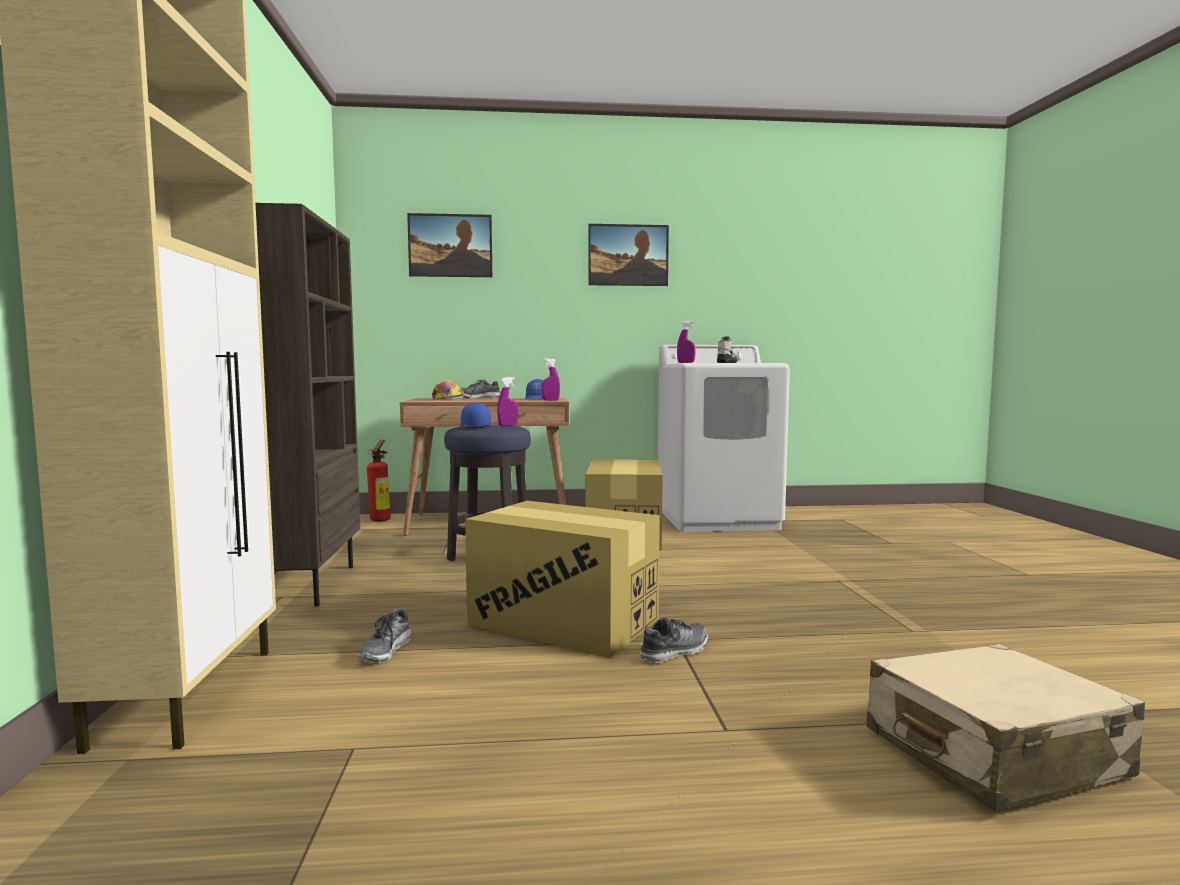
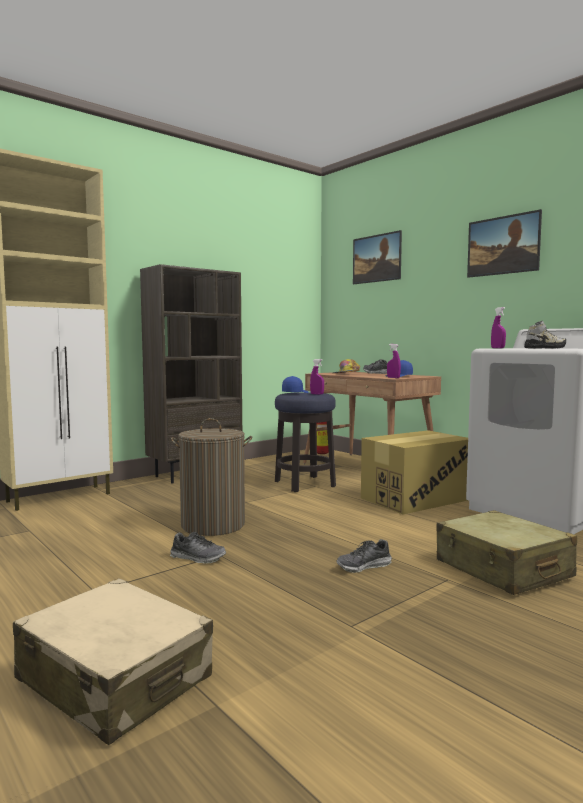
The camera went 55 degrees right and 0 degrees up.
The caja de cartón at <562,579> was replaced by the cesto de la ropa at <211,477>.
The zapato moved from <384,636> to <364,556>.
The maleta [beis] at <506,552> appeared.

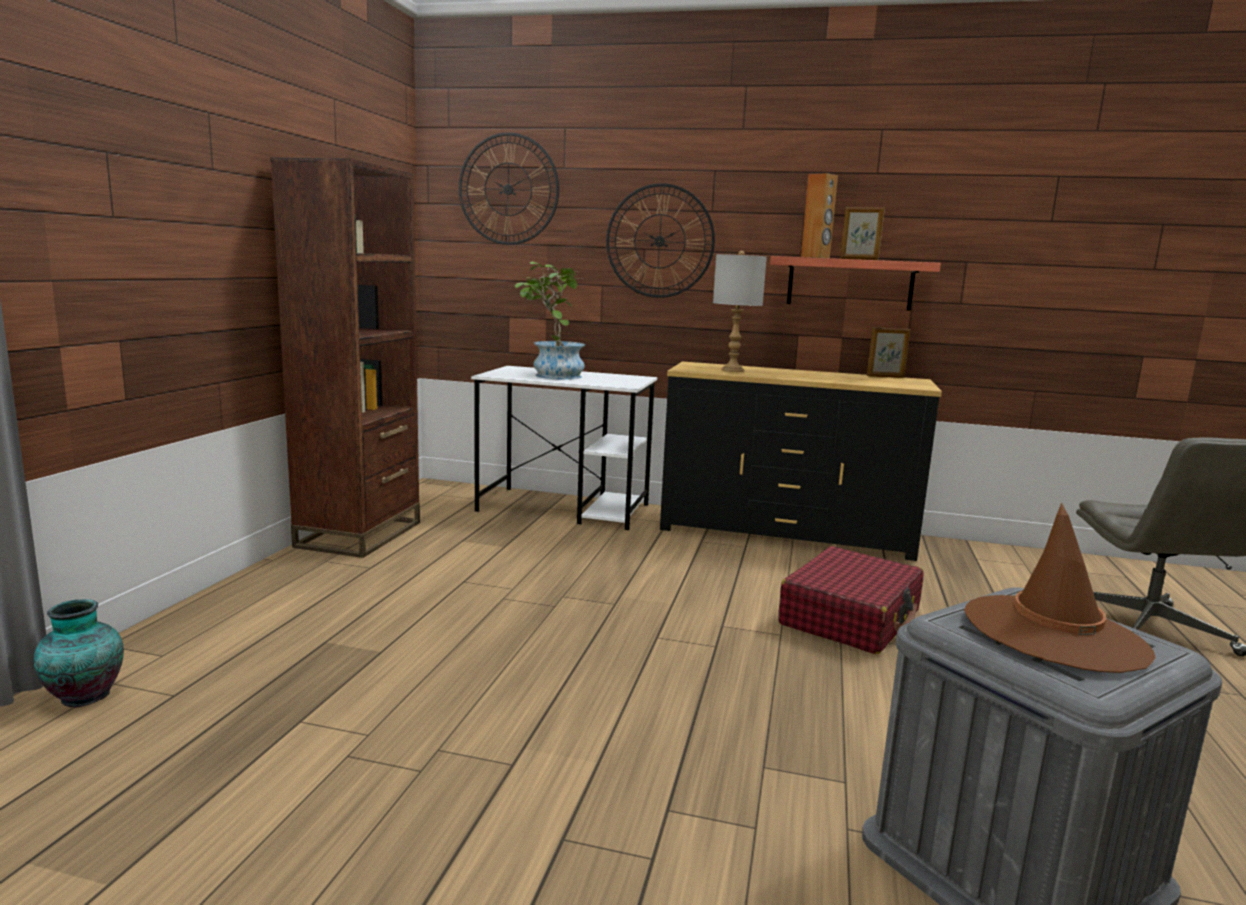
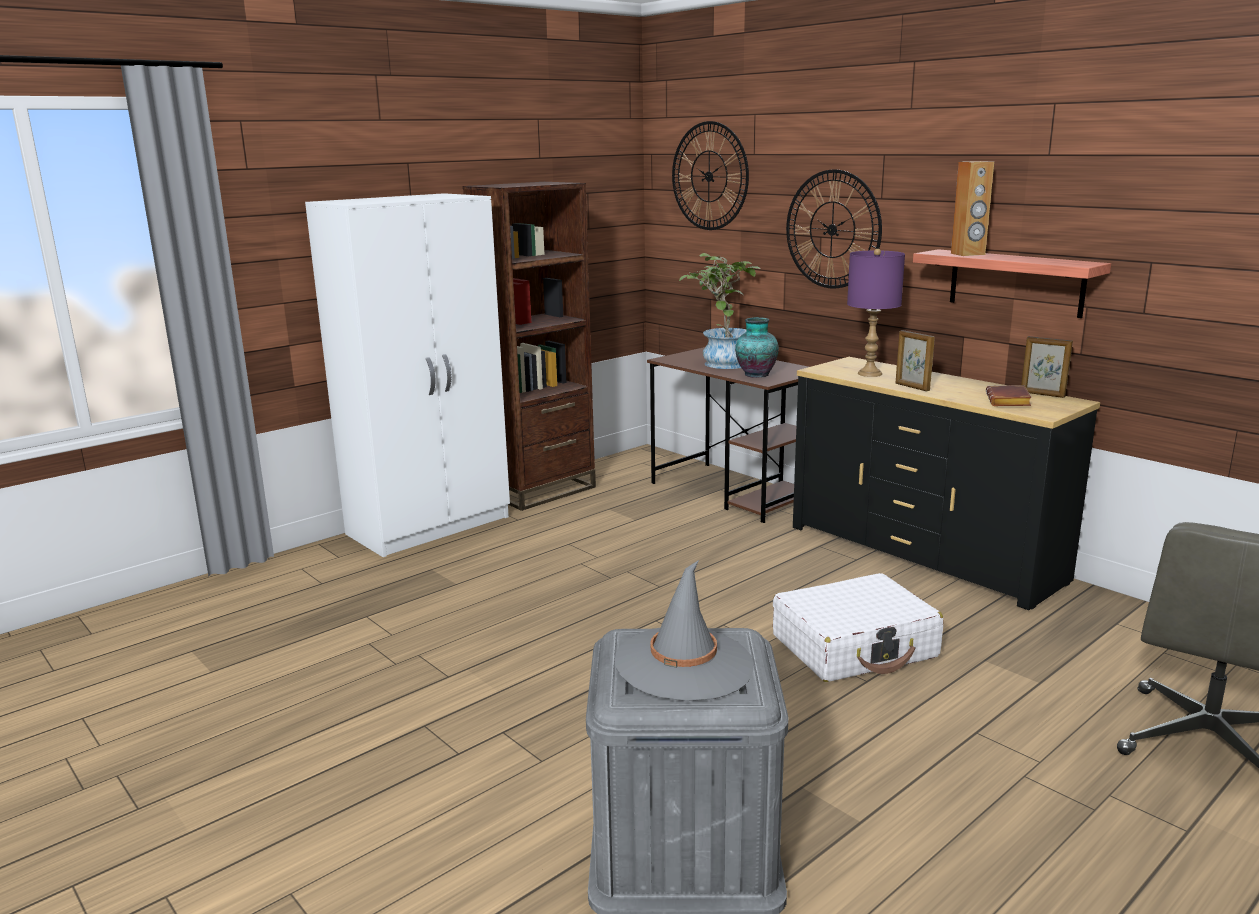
The camera went 35 degrees right and 5 degrees up.
The armario ropero [blanco] at <407,375> appeared.
The sombrero [marrón] at <1060,588> became the sombrero [gris] at <684,630>.
The escritorio [blanco] at <564,448> became the escritorio [marrón] at <727,435>.
The florero moved from <79,653> to <757,347>.
The maleta [rojo] at <850,600> became the maleta [blanco] at <858,627>.
The lámpara de mesa [gris] at <740,311> became the lámpara de mesa [morado] at <876,313>.
The portarretratos moved from <862,233> to <915,360>.
The libro [marrón] at <1009,395> appeared.

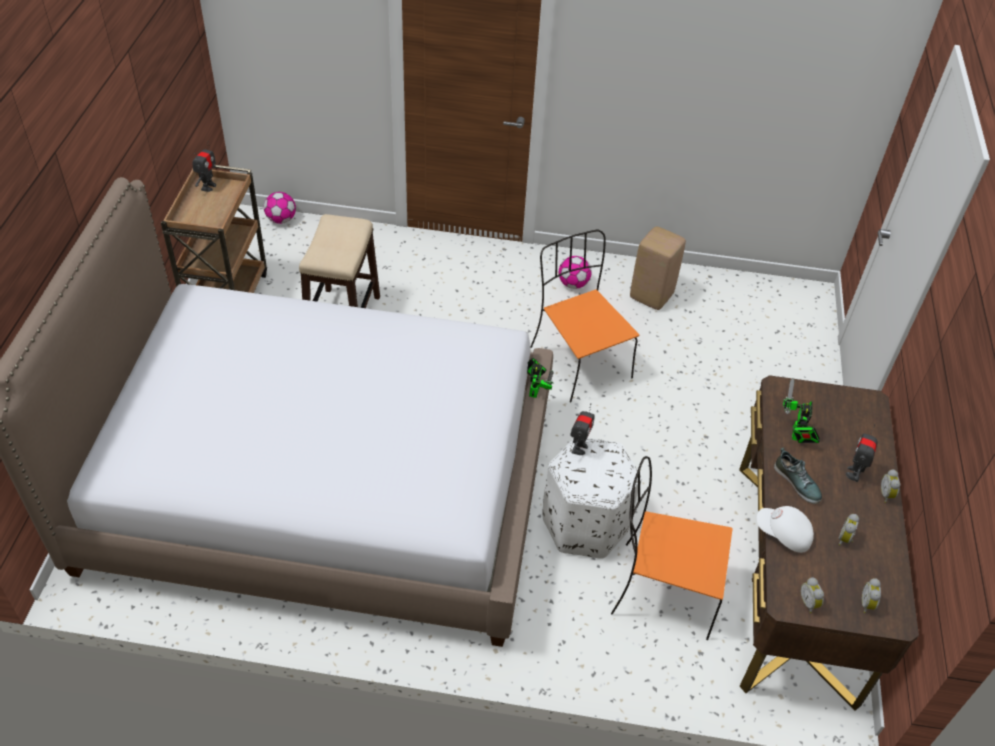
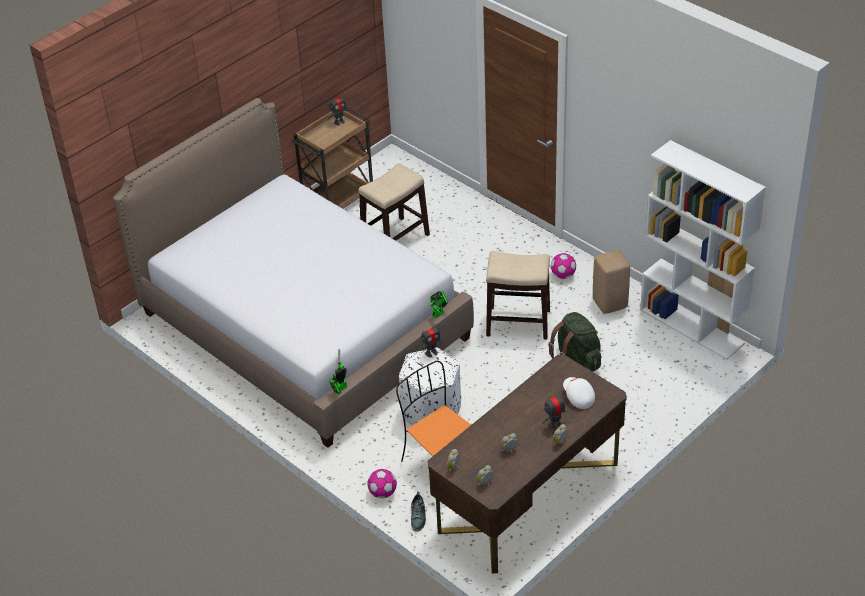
The camera went 40 degrees right and 5 degrees down.
The robot de juguete moved from <801,410> to <338,371>.
The balón de fútbol moved from <280,208> to <382,483>.
The zapato moved from <798,476> to <418,511>.
The silla [naranja] at <584,316> was replaced by the taburete at <518,295>.
The mochila [verde] at <574,342> appeared.
The gorra [blanco] moved from <785,529> to <579,393>.
The estantería [blanco] at <703,250> appeared.

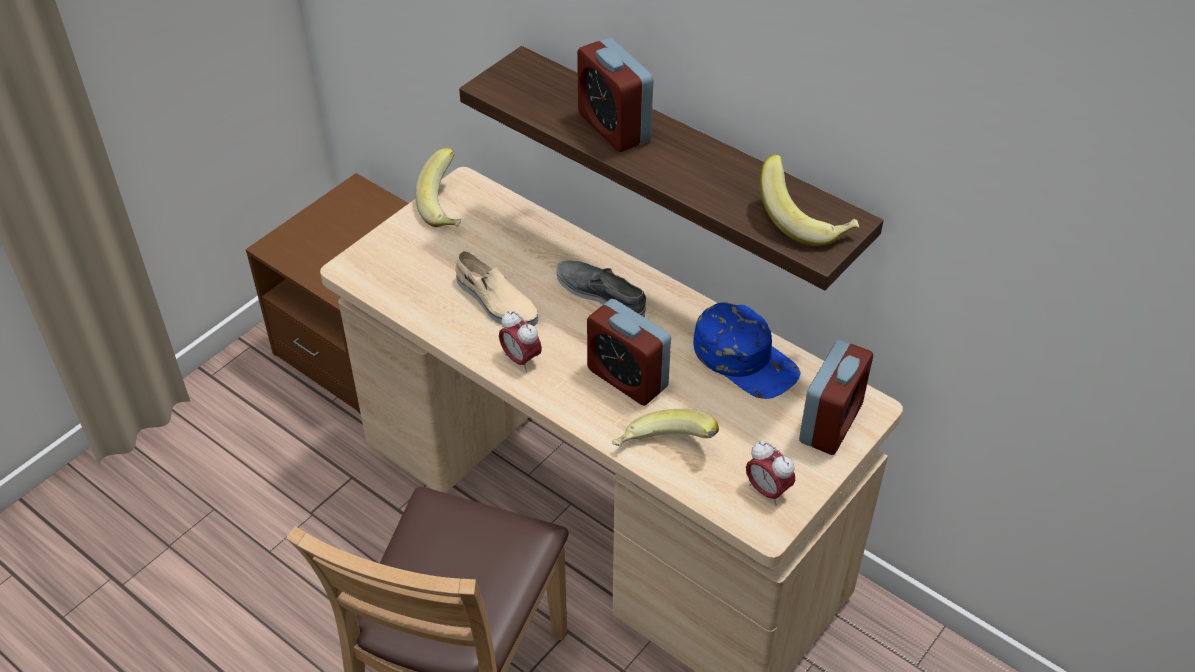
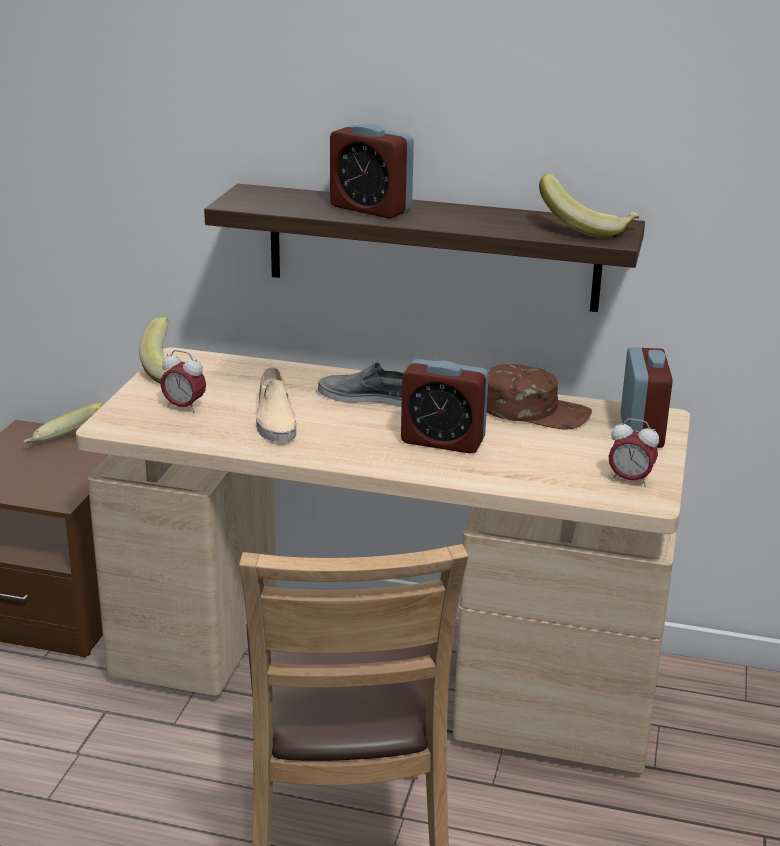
The camera went 25 degrees left and 20 degrees down.
The plátano moved from <665,427> to <63,423>.
The despertador moved from <520,341> to <183,381>.
The zapato [beis] at <496,288> turned 60 degrees clockwise.
The gorra [azul] at <747,350> became the gorra [marrón] at <539,397>.

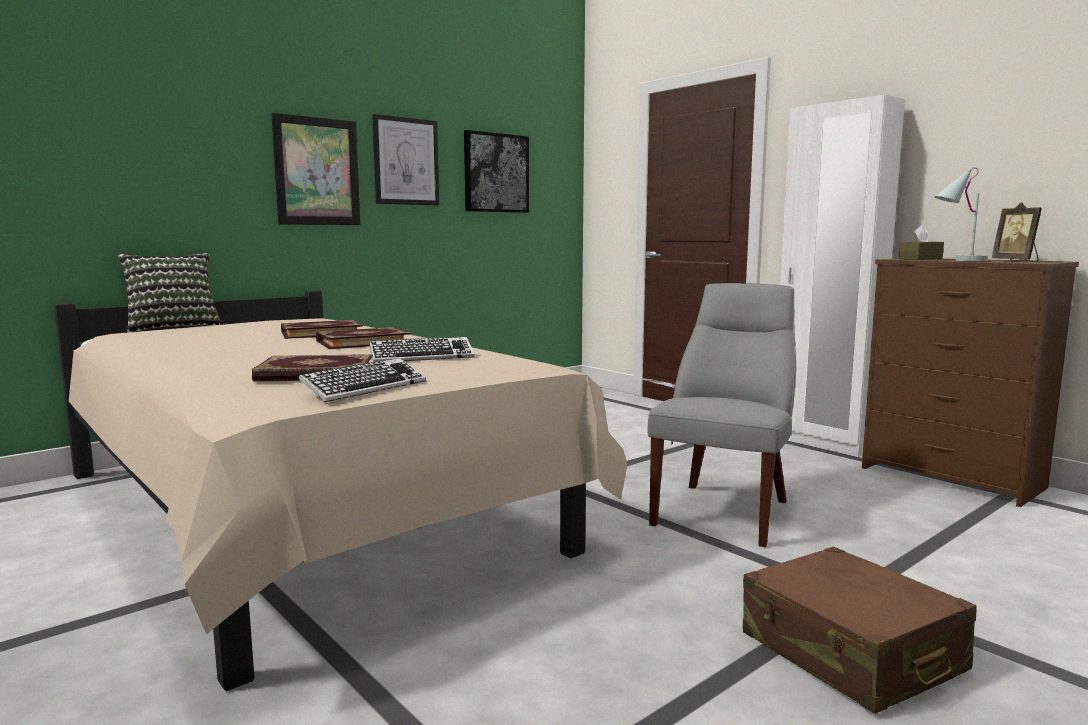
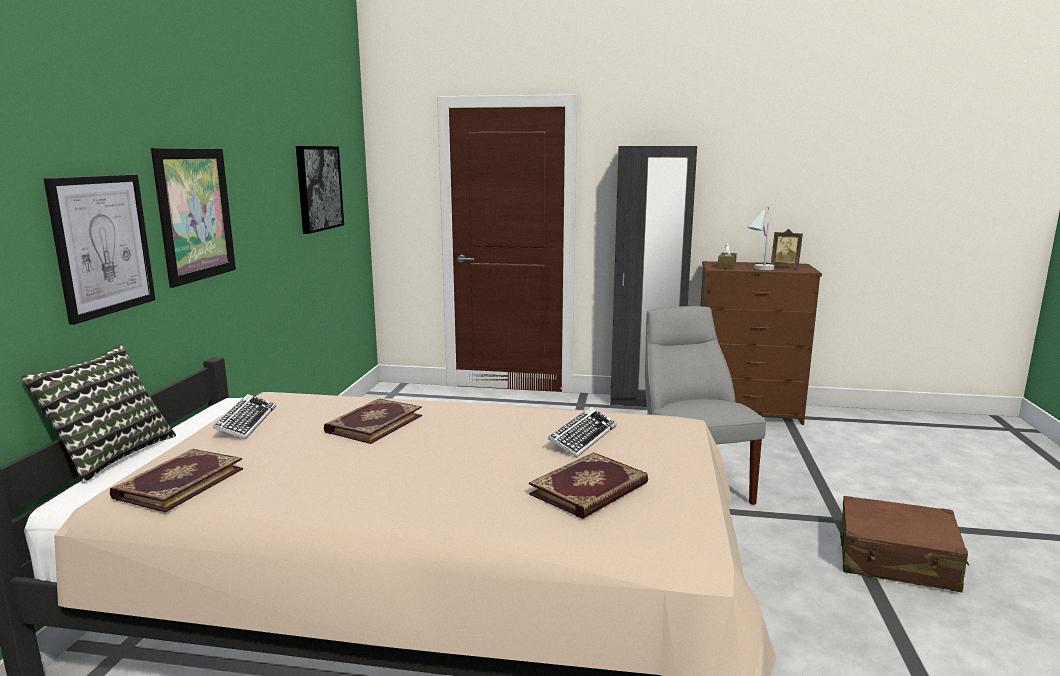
The camera went 40 degrees left and 5 degrees up.
The cuadro moved from <405,159> to <99,249>.
The libro moved from <363,338> to <176,481>.
The teclado moved from <362,380> to <244,416>.
The armario ropero [blanco] at <842,276> became the armario ropero [negro] at <653,276>.

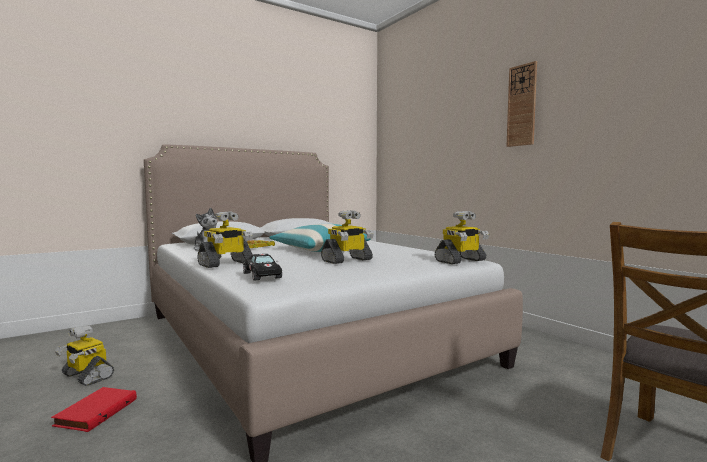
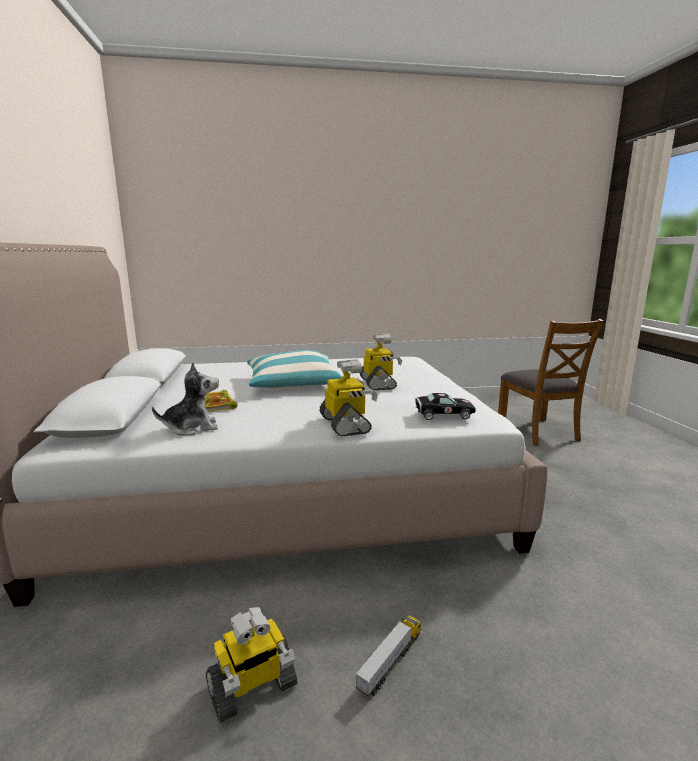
The camera went 65 degrees left and 10 degrees up.
The libro [rojo] at <94,409> was replaced by the camión de juguete at <388,656>.
The robot de juguete at <462,237> disappeared.
The reloj de pared at <521,104> disappeared.

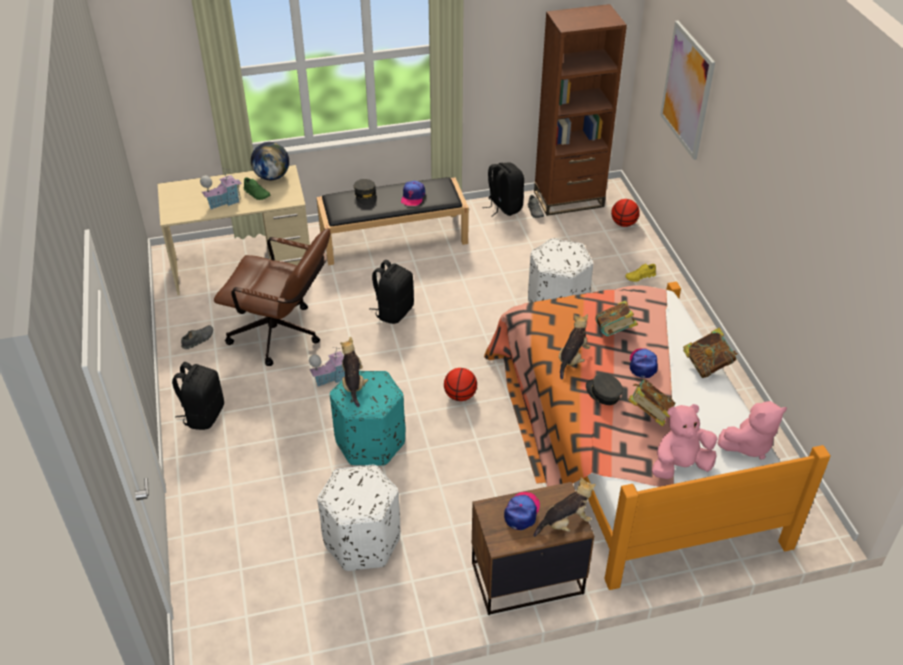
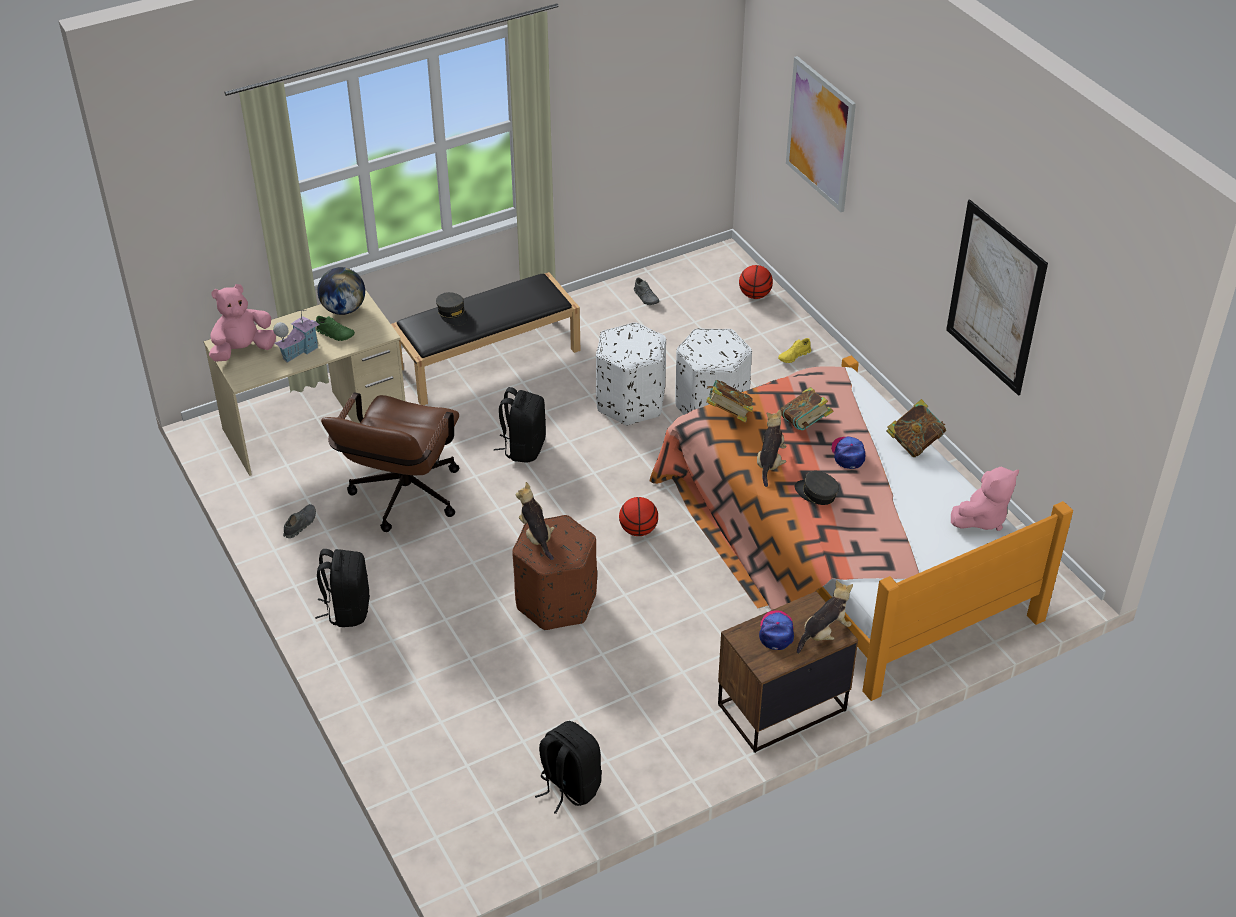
The camera went 15 degrees left and 0 degrees up.
The peluche [rosa] moved from <685,441> to <242,322>.
The silla de oficina [marrón] at <272,297> turned 105 degrees clockwise.
The puf [turquesa] at <367,418> became the puf [marrón] at <554,572>.
The mochila [negro] moved from <503,189> to <568,767>.
The puf [blanco] moved from <358,518> to <631,374>.
The libro moved from <651,403> to <729,401>.
The cuadro at <997,297> appeared.
The casita at <327,367> disappeared.
The gorra at <413,193> disappeared.
The estantería [marrón] at <580,110> disappeared.

